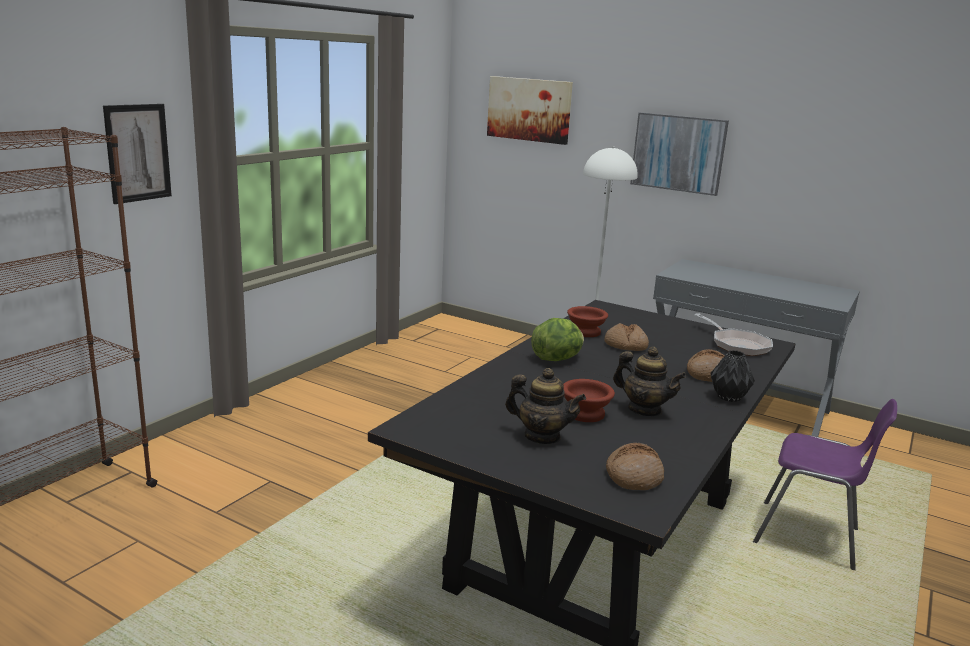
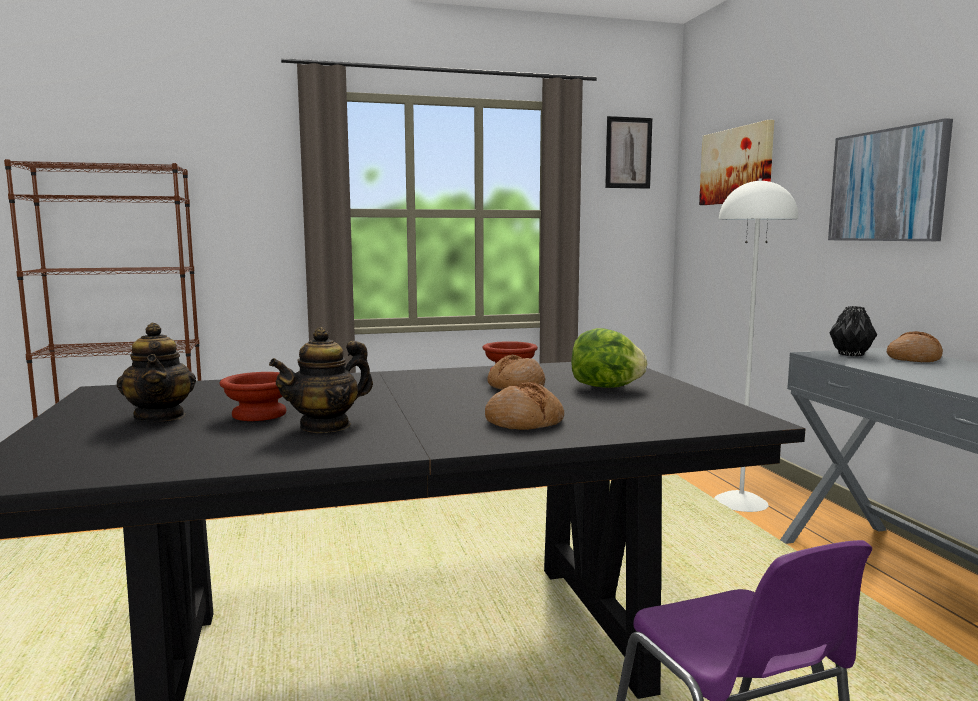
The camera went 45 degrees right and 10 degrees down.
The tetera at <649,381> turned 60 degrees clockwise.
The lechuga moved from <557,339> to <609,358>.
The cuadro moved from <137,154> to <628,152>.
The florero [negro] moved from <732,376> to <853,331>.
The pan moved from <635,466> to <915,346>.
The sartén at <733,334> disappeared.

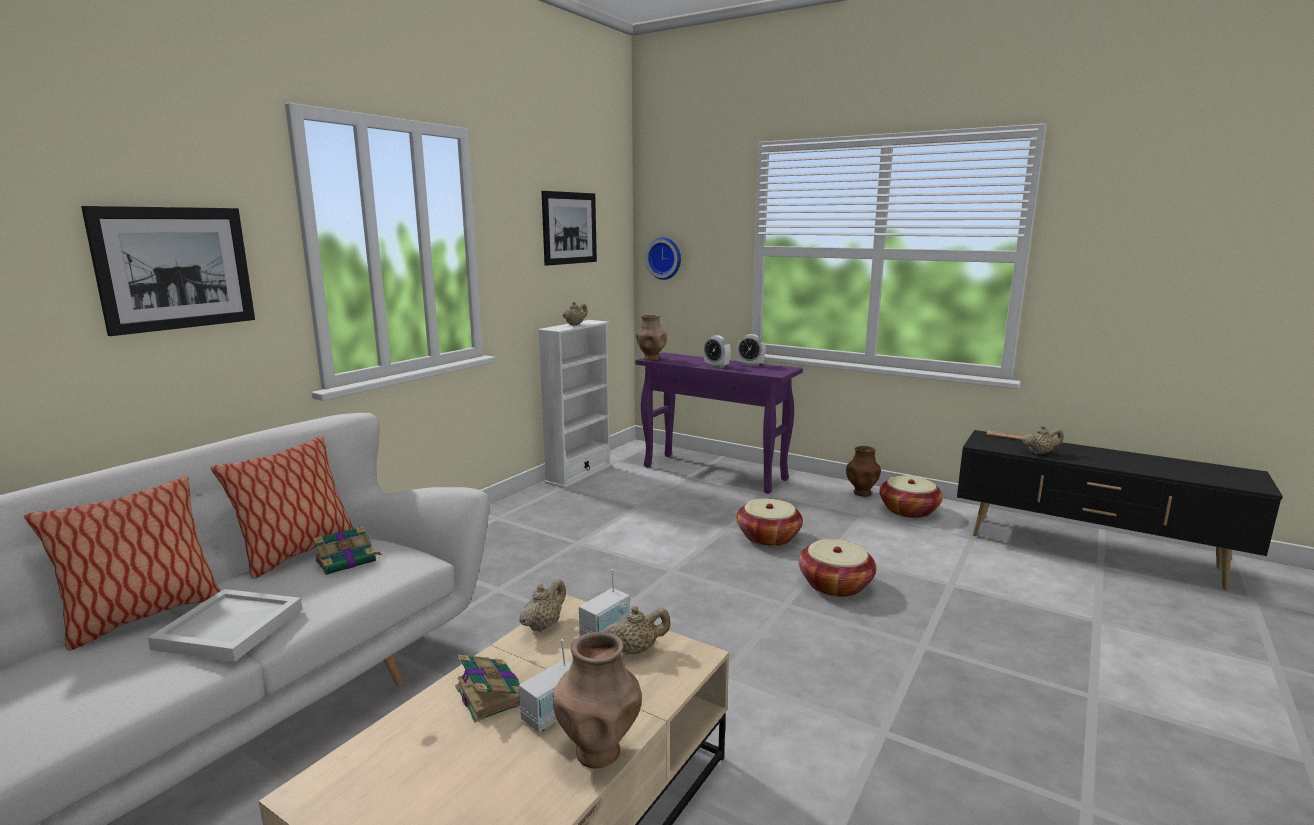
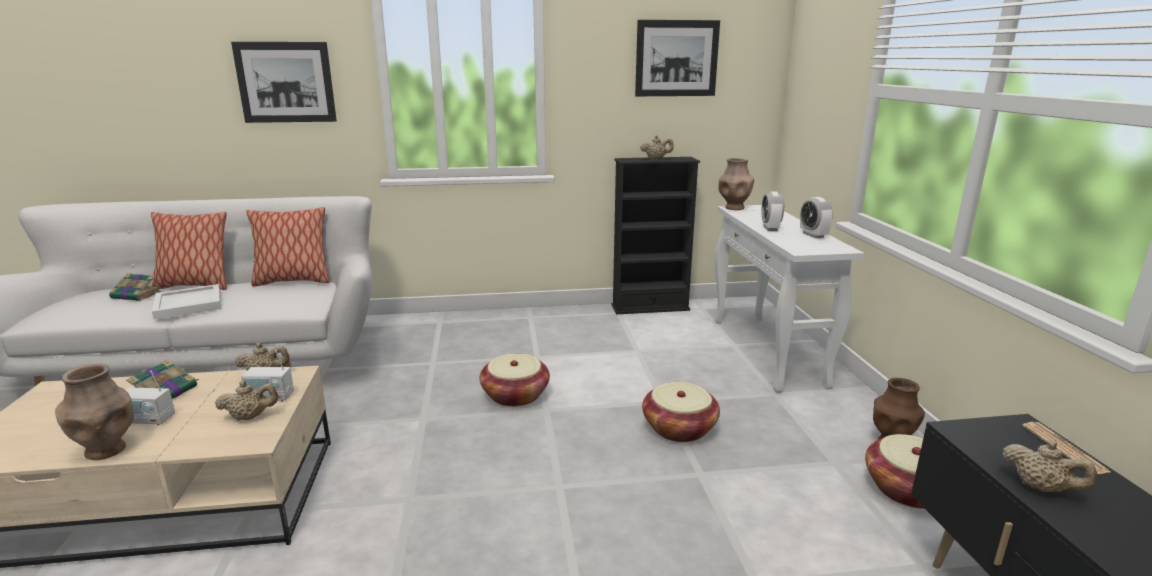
The camera went 50 degrees right and 5 degrees up.
The libro moved from <347,550> to <135,287>.
The tetera [beis] at <637,630> turned 45 degrees counterclockwise.
The cesta moved from <837,568> to <515,380>.
The estantería [blanco] at <575,404> became the estantería [negro] at <656,235>.
The mesa consola [morado] at <719,423> became the mesa consola [blanco] at <789,299>.
The reloj de pared at <663,258> disappeared.

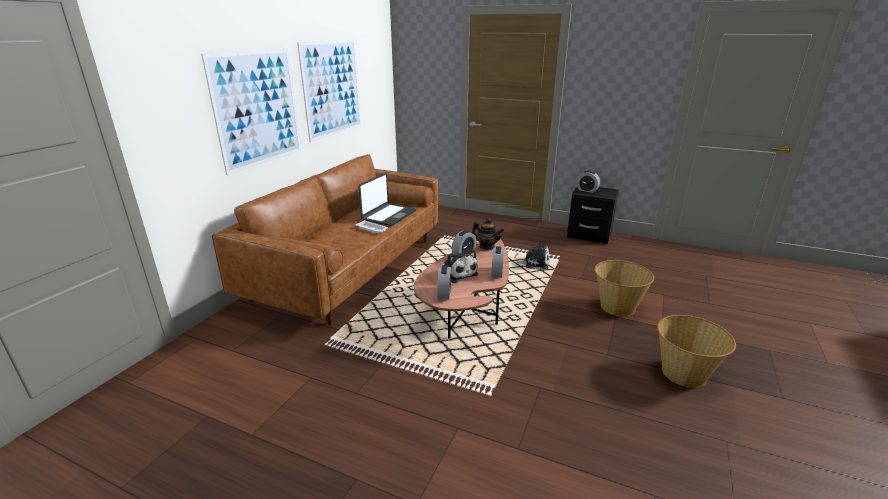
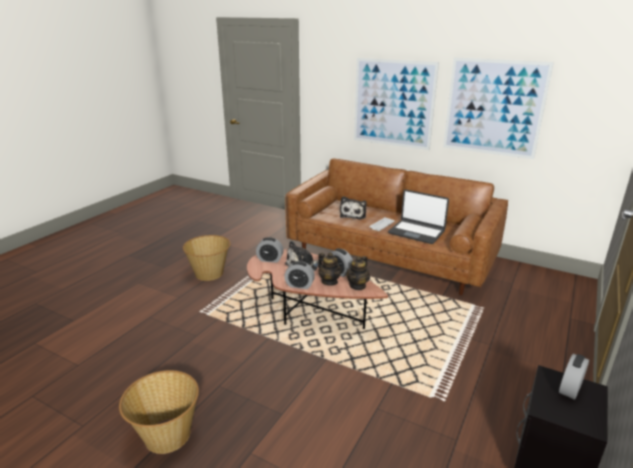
The camera went 95 degrees right and 0 degrees up.
The cesta moved from <624,288> to <207,258>.
The tetera at <330,269> appeared.
The peluche moved from <532,255> to <353,208>.

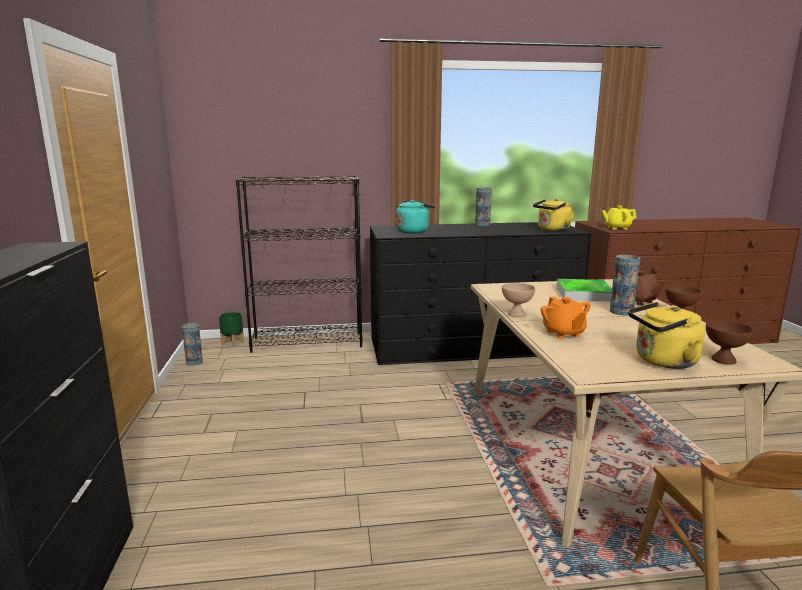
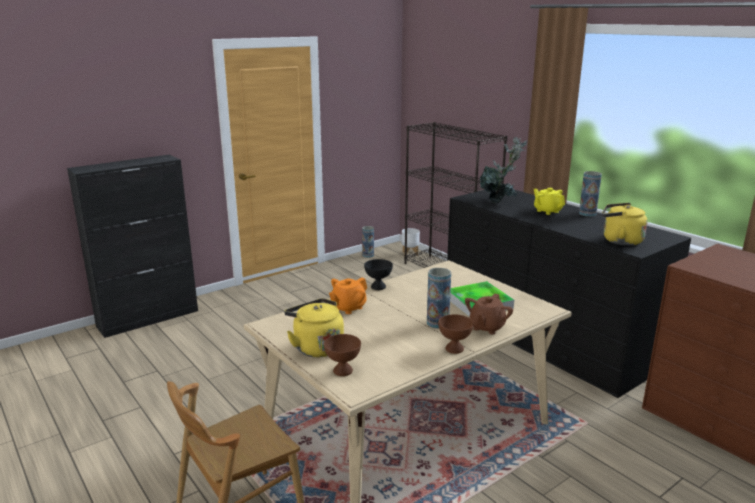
The camera went 60 degrees right and 5 degrees up.
The cuenco [beis] at <518,300> became the cuenco [negro] at <378,274>.
The maceta [verde] at <231,330> became the maceta [blanco] at <411,242>.
The hervidor [turquesa] at <415,216> was replaced by the planta en maceta at <503,170>.
The tetera [amarillo] moved from <619,218> to <549,201>.

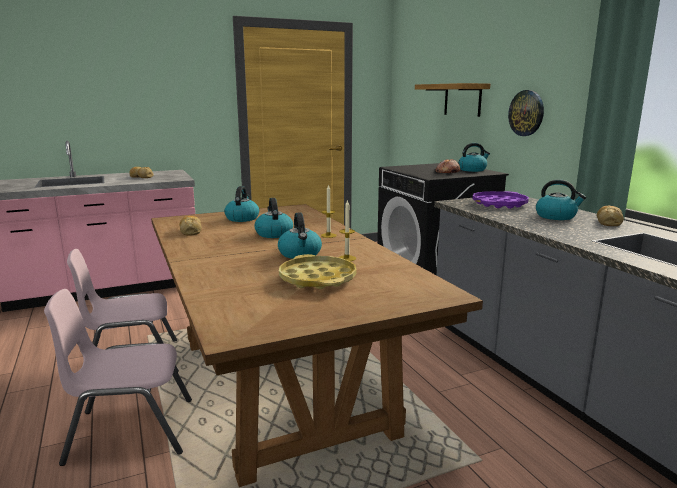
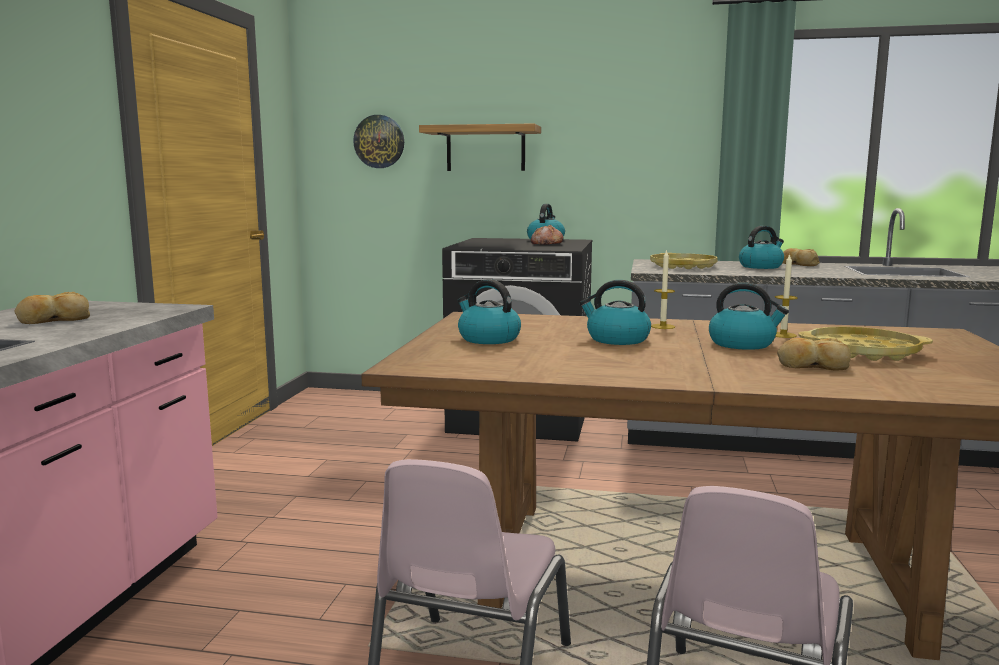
The camera went 55 degrees left and 5 degrees down.
The reloj de pared moved from <526,113> to <378,141>.
The bandeja [morado] at <501,200> became the bandeja [amarillo] at <684,261>.
The pan moved from <190,226> to <814,354>.

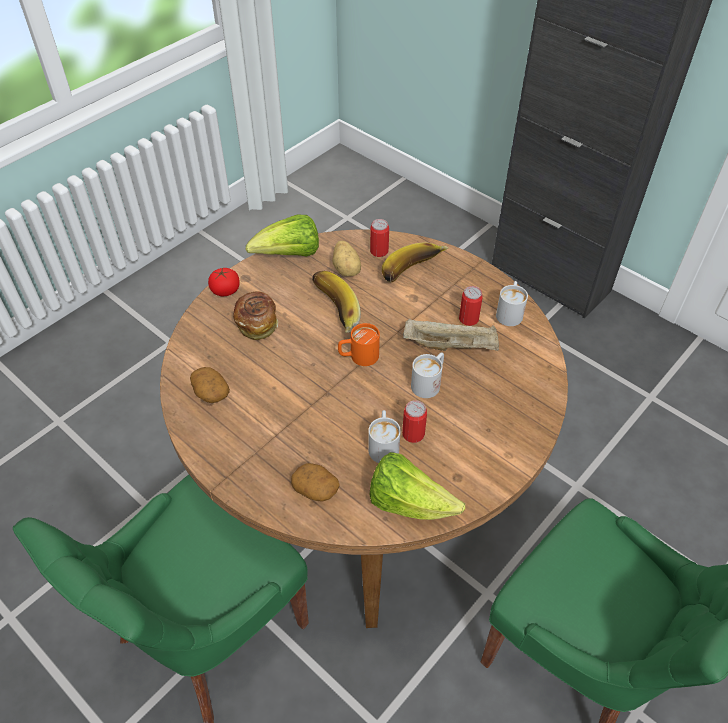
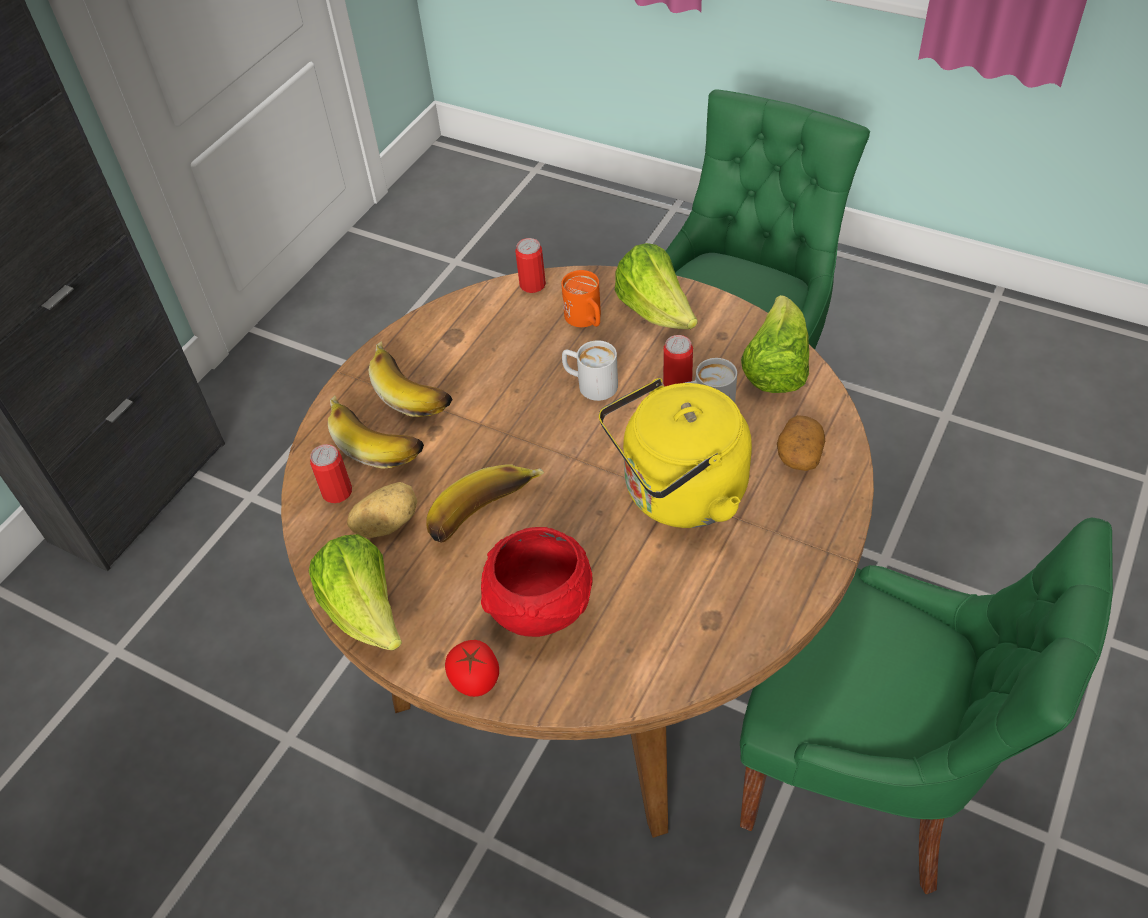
The camera went 100 degrees left and 0 degrees up.
The plátano at <410,379> appeared.
The pan at <255,315> was replaced by the cuenco [rojo] at <537,582>.
The lata moved from <471,306> to <530,265>.
The taza grande [naranja] moved from <359,344> to <581,298>.
The hervidor [amarillo] at <675,453> appeared.
The lechuga at <656,286> appeared.
The patata at <210,385> disappeared.
The bandeja [beis] at <451,335> disappeared.
The taza grande [blanco] at <512,303> disappeared.

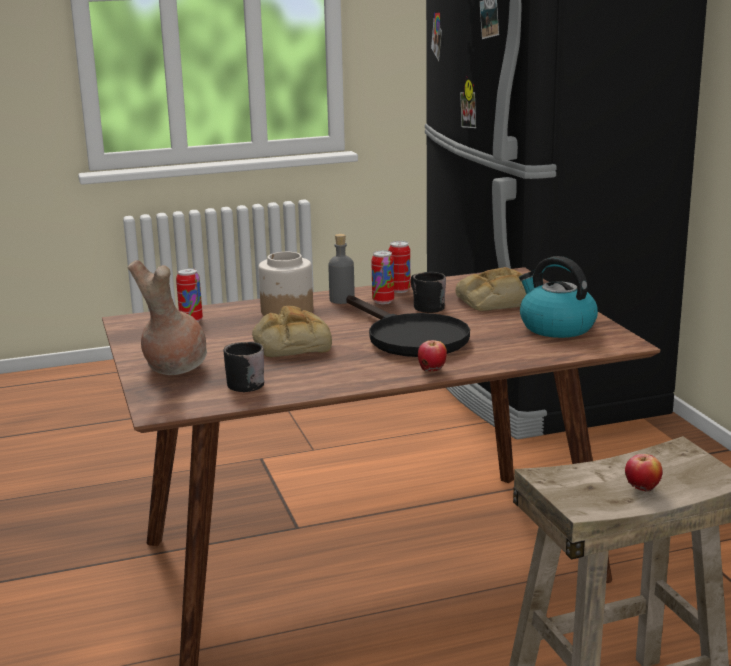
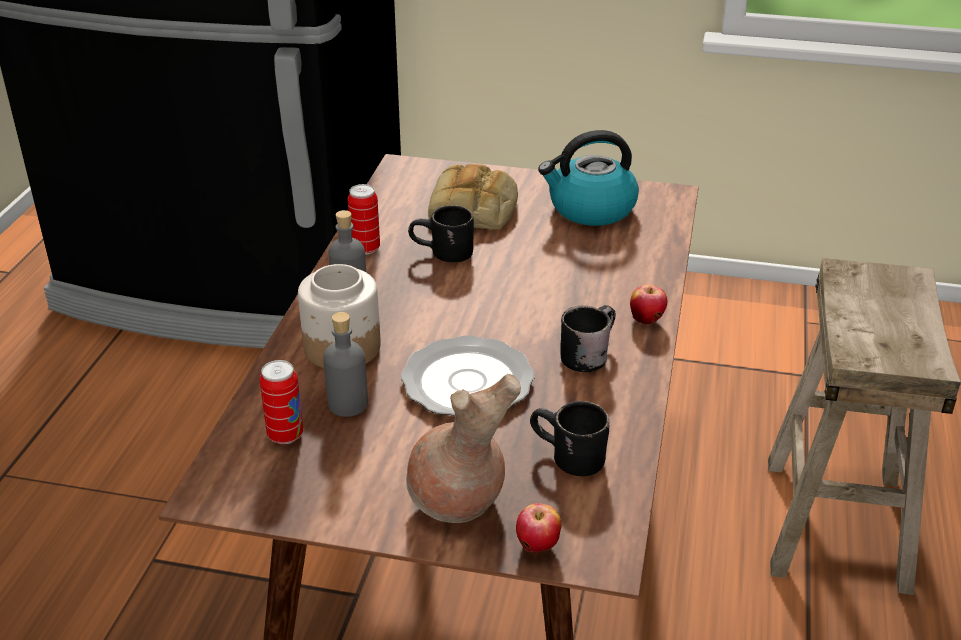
The camera went 60 degrees left and 15 degrees up.
The botella [gris] at <345,364> appeared.
The pan at <292,331> was replaced by the plato at <468,376>.
The manzana moved from <644,473> to <538,528>.
The taza grande [negro] at <588,338> appeared.
The sartén [negro] at <408,326> disappeared.
The lata at <382,277> disappeared.

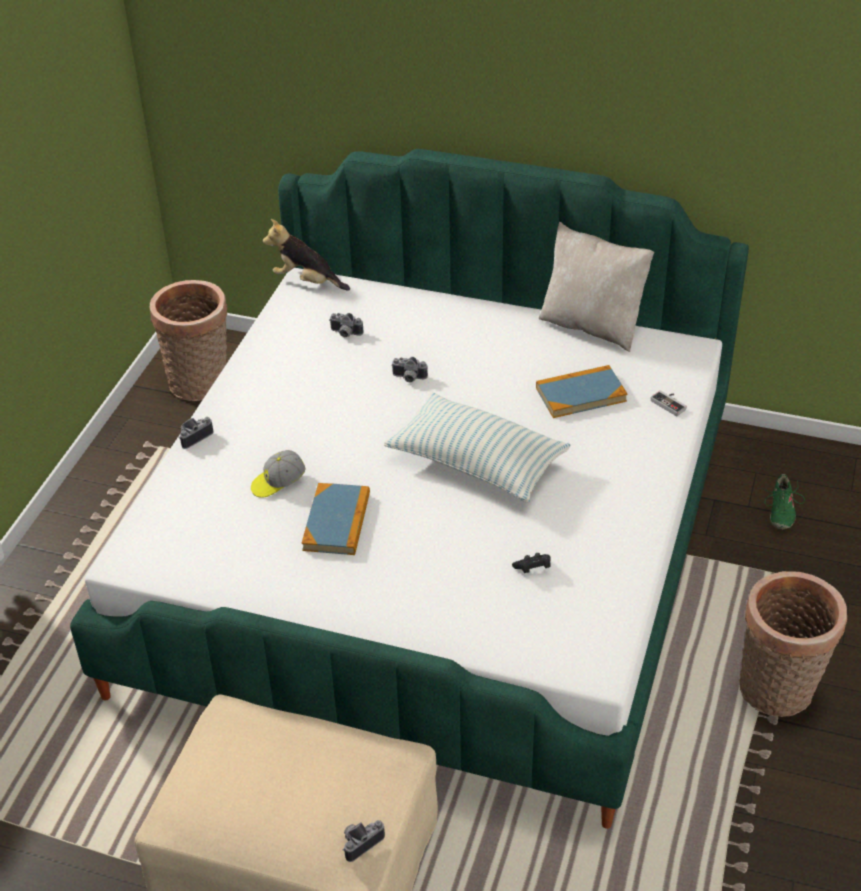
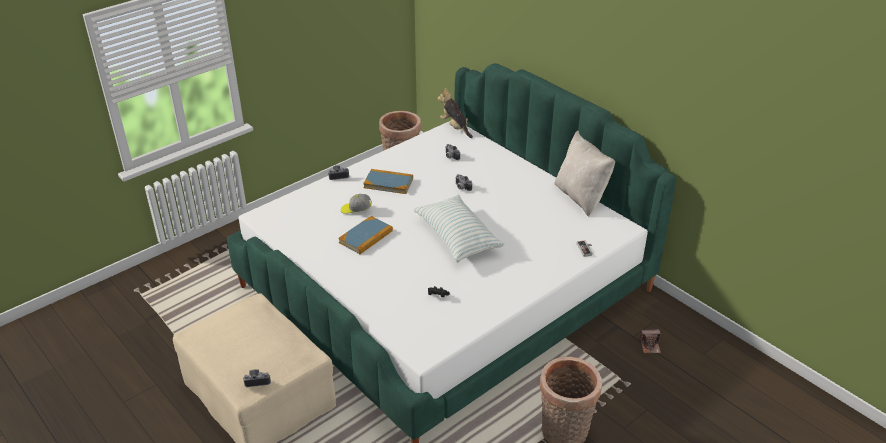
The camera went 30 degrees right and 5 degrees down.
The libro moved from <581,391> to <388,181>.
The zapato [verde] at <783,501> was replaced by the cámara at <650,341>.

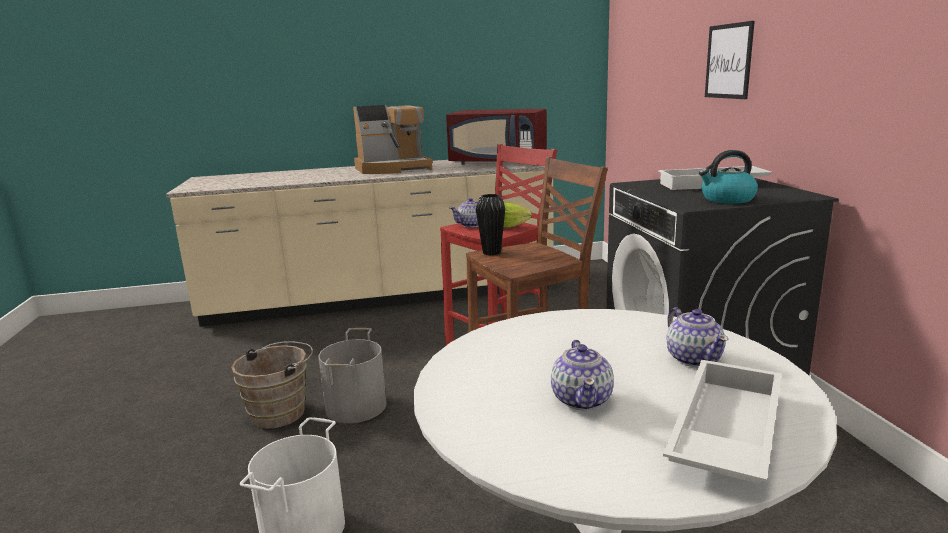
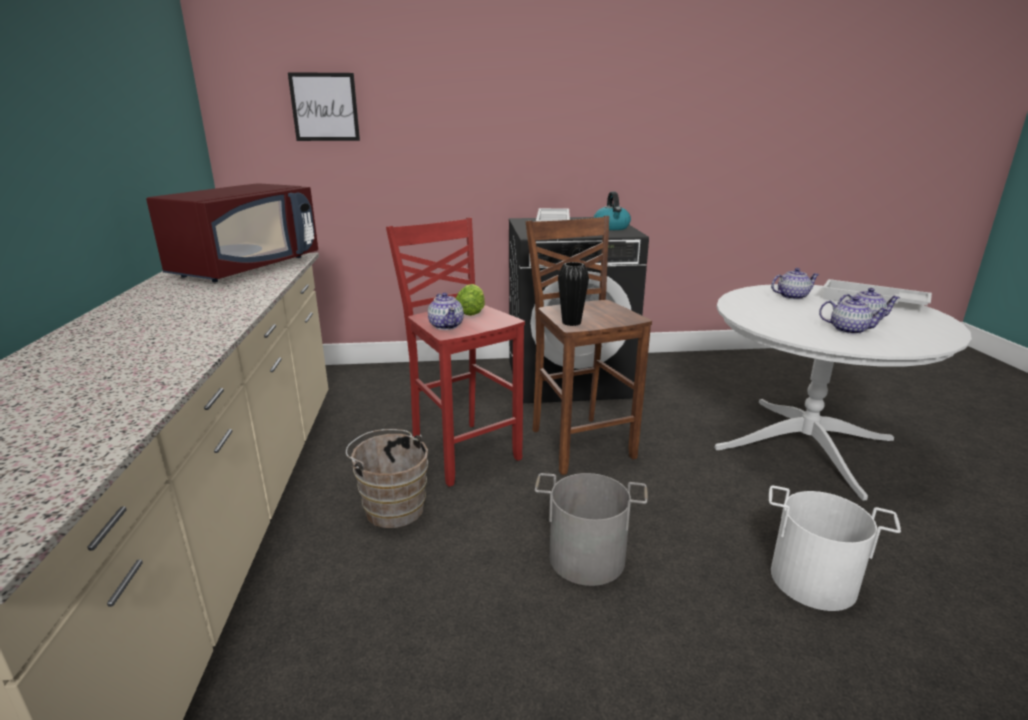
The camera went 85 degrees left and 5 degrees up.
The cuadro moved from <730,60> to <324,106>.
The cubo [marrón] moved from <272,385> to <387,478>.
The tetera at <854,315> appeared.
The cafetera at <393,139> disappeared.

